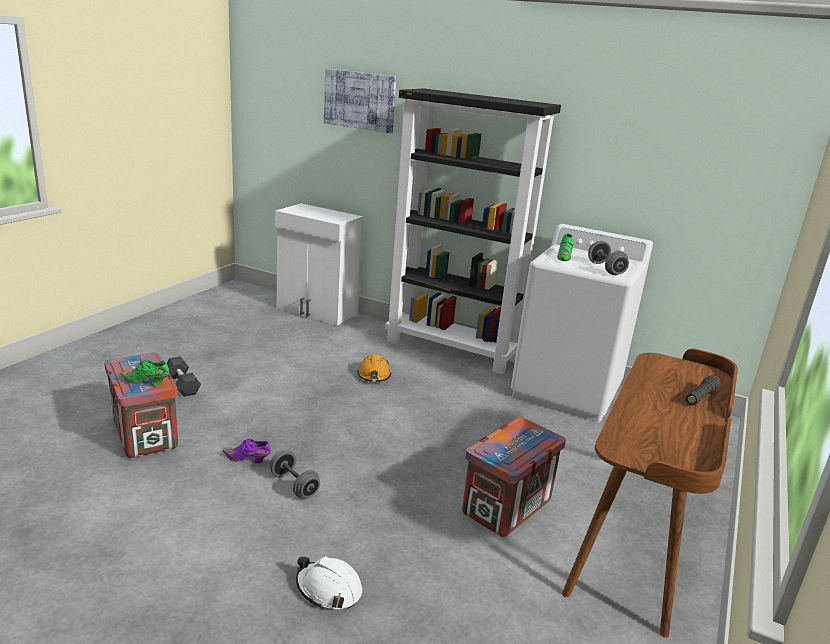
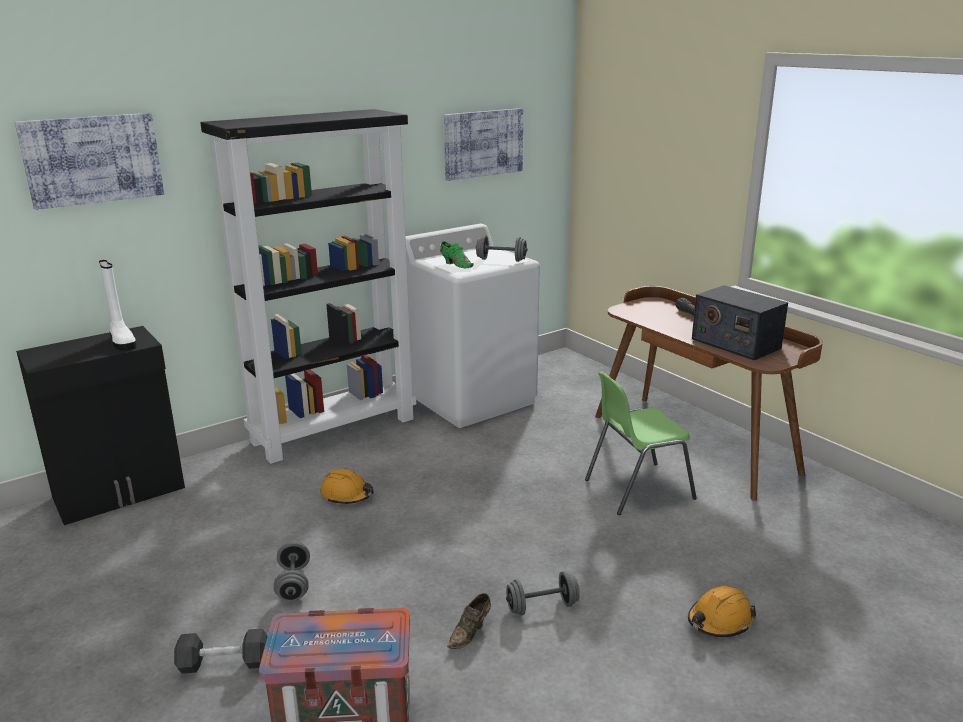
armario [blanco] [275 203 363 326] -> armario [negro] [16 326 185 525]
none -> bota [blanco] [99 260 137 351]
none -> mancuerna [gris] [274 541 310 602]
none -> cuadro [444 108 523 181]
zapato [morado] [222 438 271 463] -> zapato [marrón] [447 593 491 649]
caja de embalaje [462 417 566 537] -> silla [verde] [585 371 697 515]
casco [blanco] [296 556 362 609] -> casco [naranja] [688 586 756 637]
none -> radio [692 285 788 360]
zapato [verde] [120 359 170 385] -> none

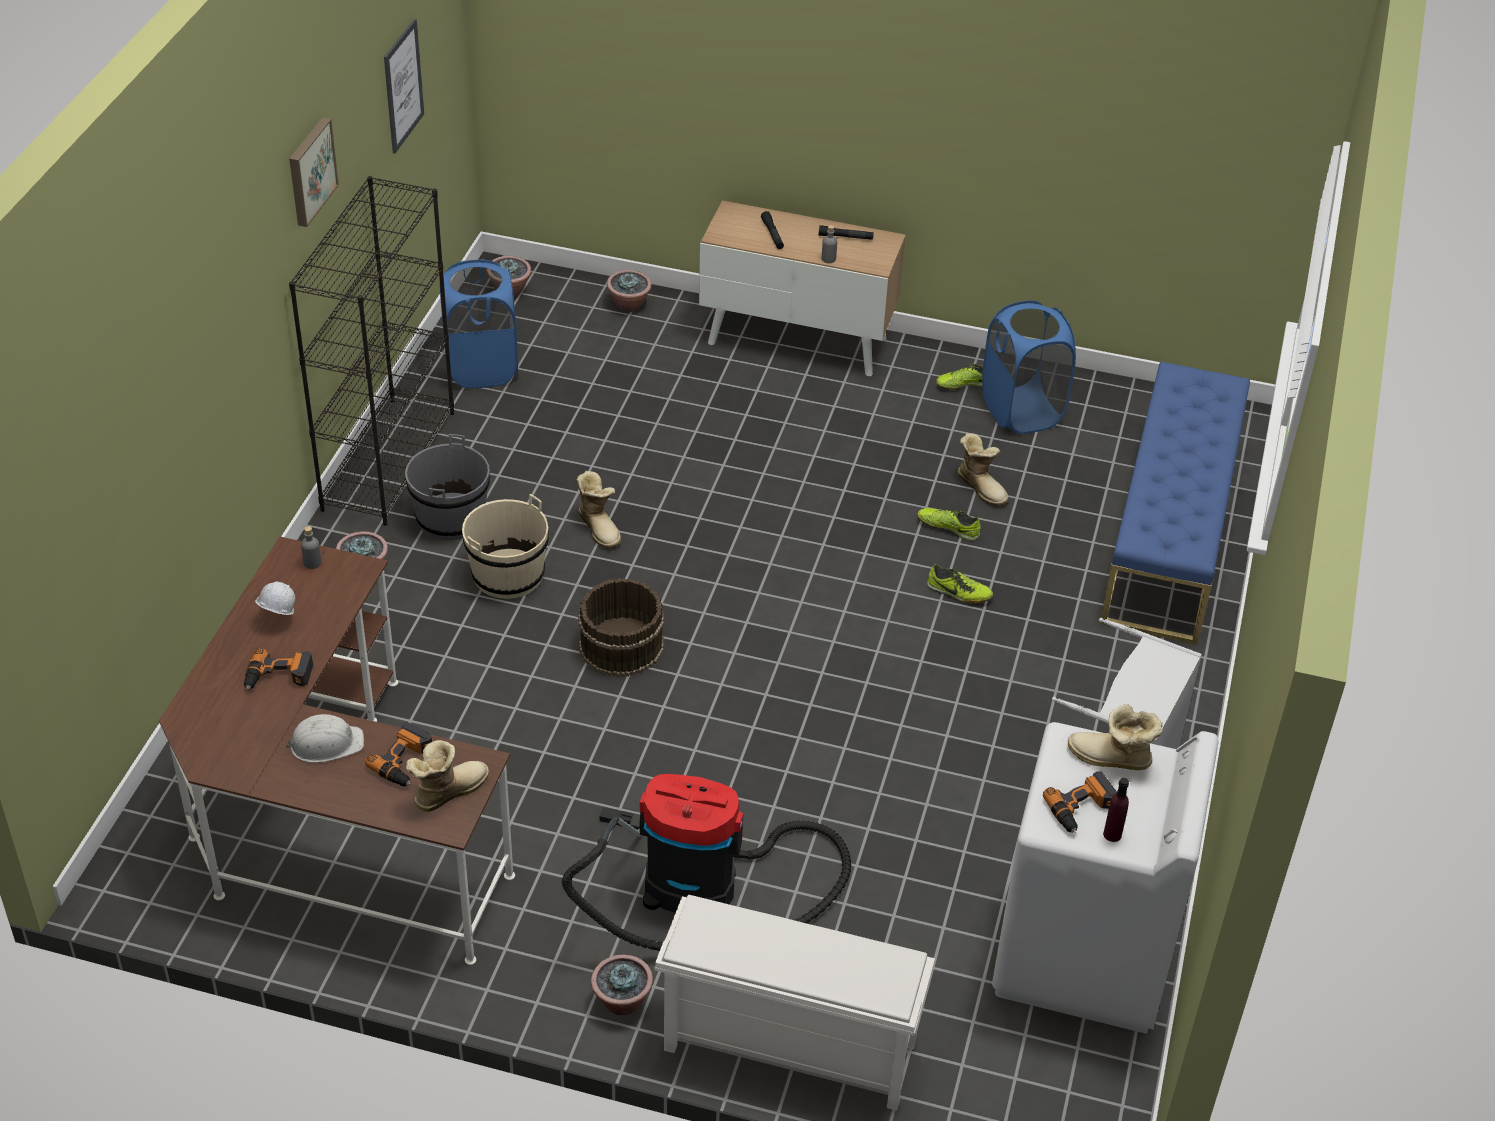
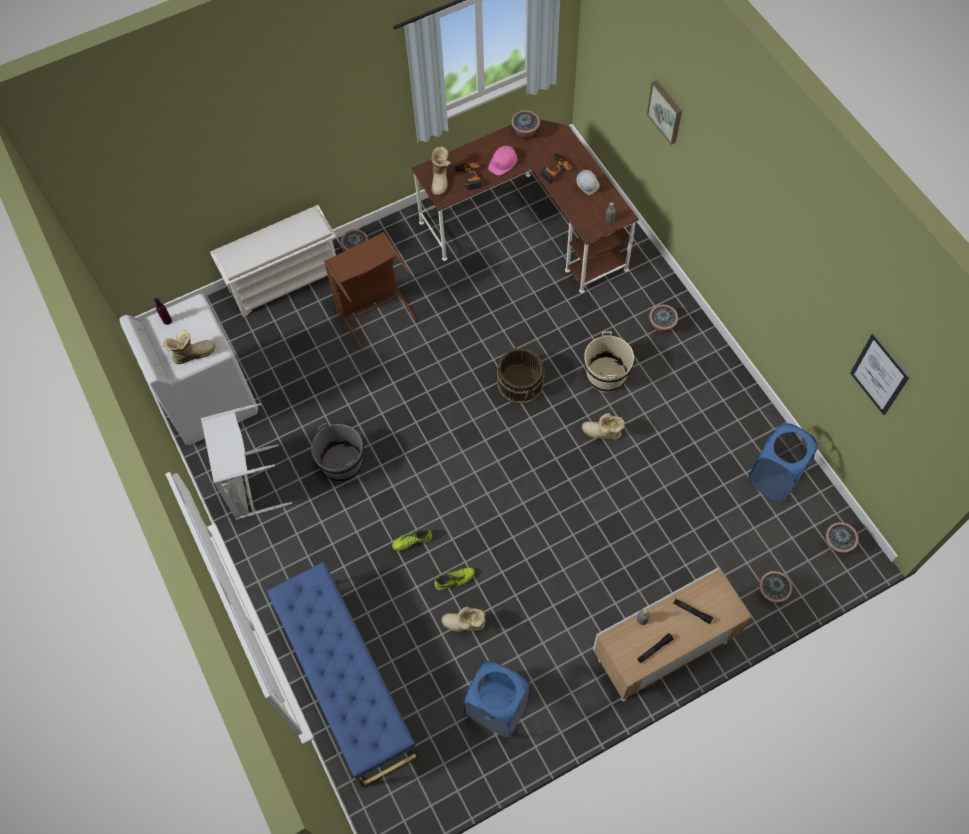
cubo [gris] [405 434 490 540] -> cubo [gris] [311 423 363 482], move
aspiradora [562 774 851 951] -> cesto de la ropa [marrón] [324 232 417 348]
casco [blanco] [285 714 364 763] -> casco [rosa] [488 146 517 175]
none -> planta en maceta [511 110 540 139]
cuadro [289 117 339 227] -> cuadro [647 80 682 145], move
estantería [negro] [289 176 454 526] -> none
zapato [936 364 983 390] -> none
taladro [1043 771 1117 833] -> none

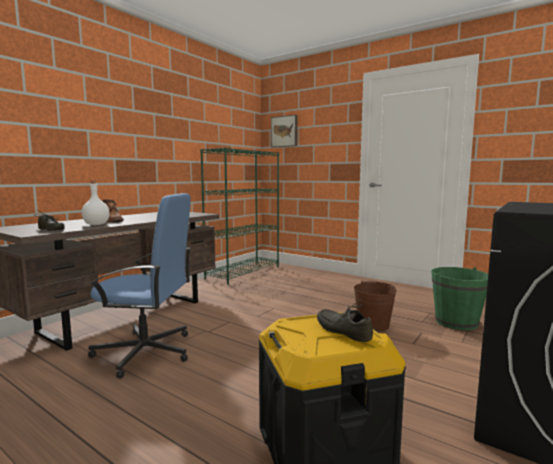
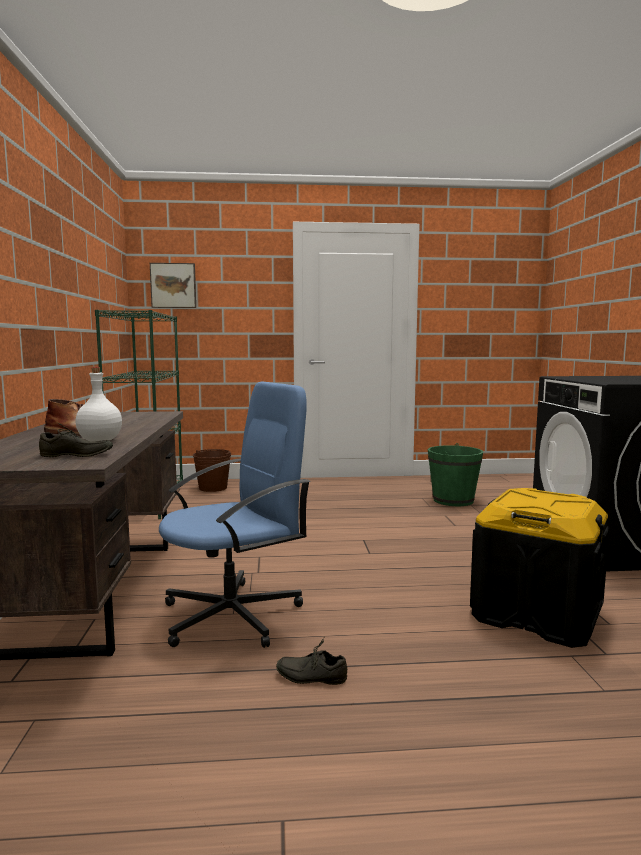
cubo [marrón] [354 281 397 331] -> cubo [marrón] [193 449 231 492], move
zapato [gris] [317 299 373 342] -> zapato [gris] [276 636 347 685], move

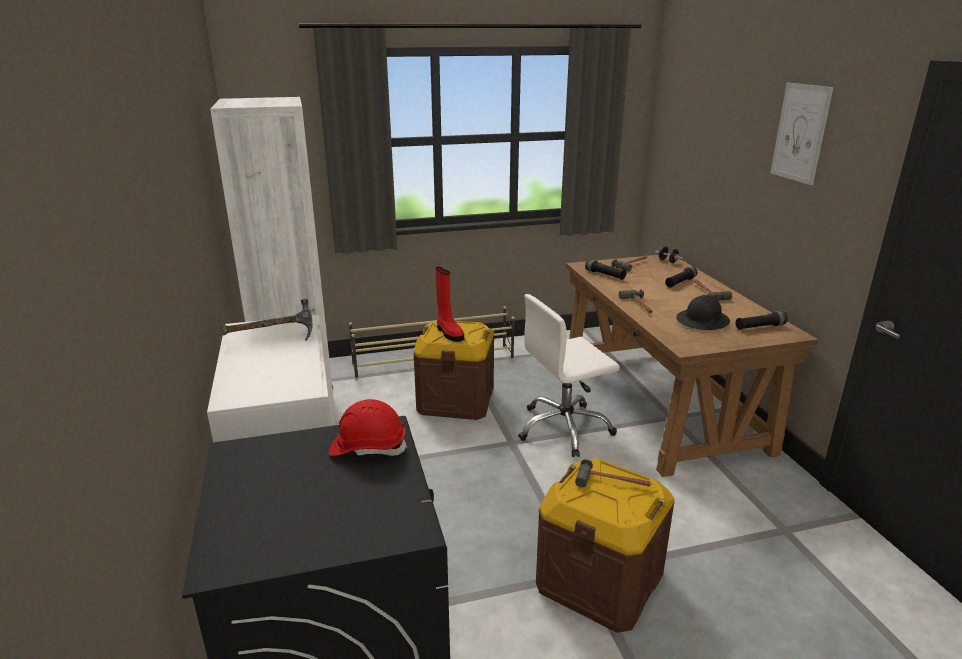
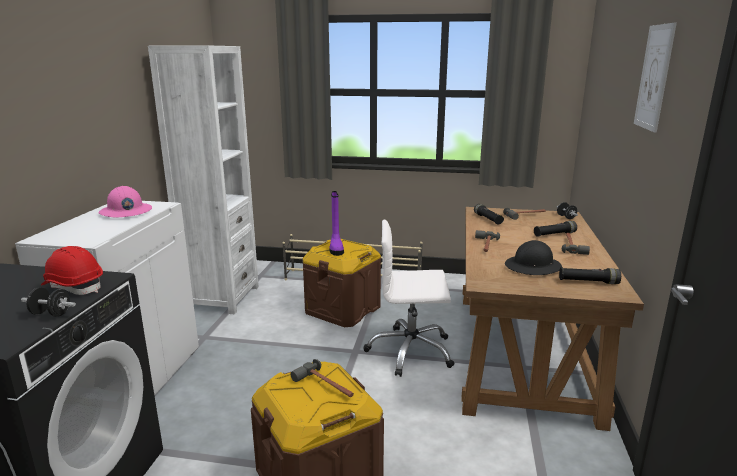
none -> mancuerna [negro] [21 287 76 317]
martillo [221 299 313 341] -> casco [rosa] [98 186 152 217]
bota [rojo] [436 267 464 342] -> bota [morado] [330 191 344 256]

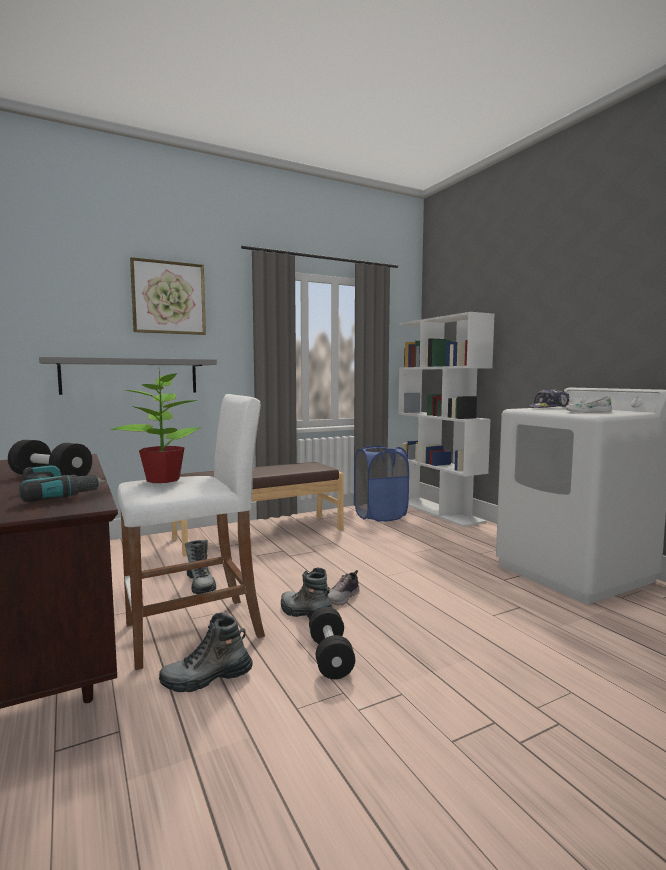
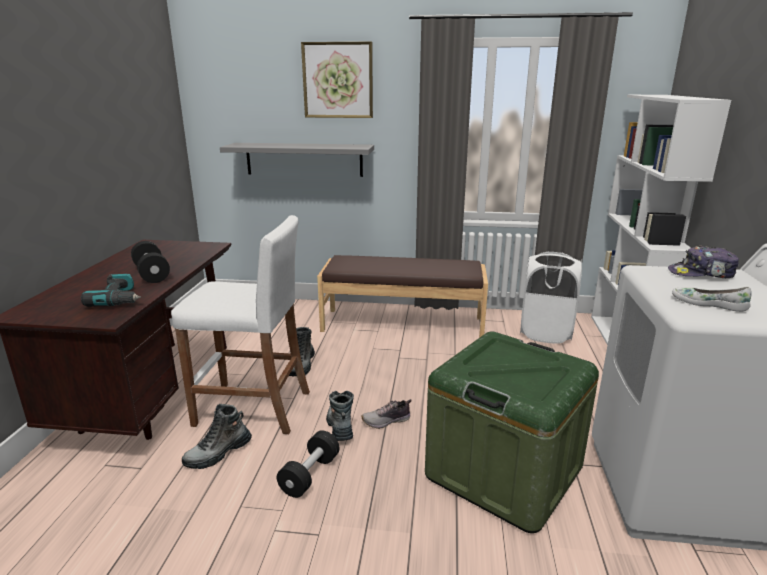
bota [159 613 253 692] -> bota [182 404 252 469], 60 degrees counterclockwise
none -> caja de almacenaje [verde] [425 331 599 533]
cesto de la ropa [azul] [354 445 409 522] -> cesto de la ropa [blanco] [520 252 582 344]
planta en maceta [110 371 202 483] -> none

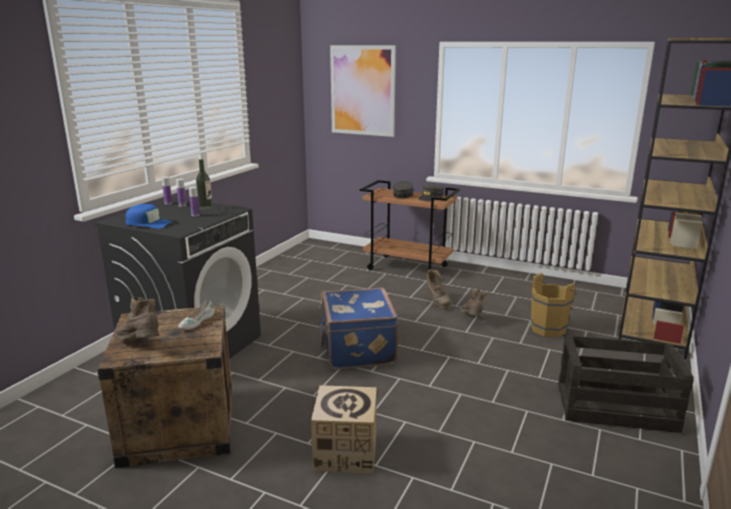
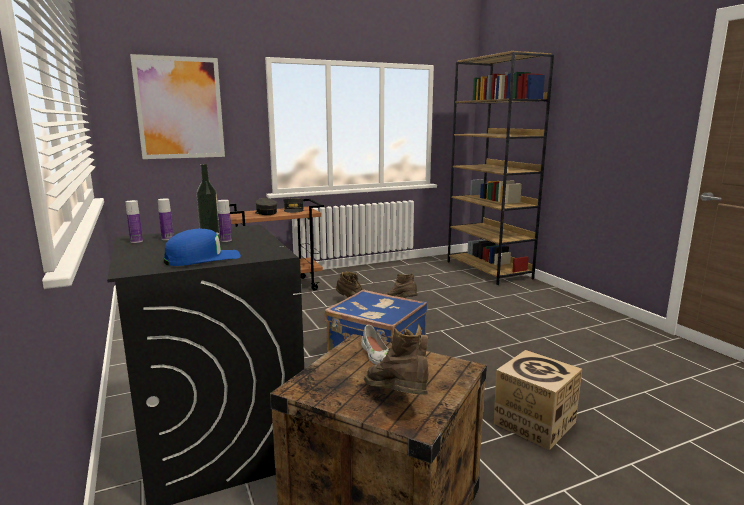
bota [marrón] [114 297 159 340] -> bota [marrón] [364 328 429 395], 75 degrees clockwise
cubo [marrón] [530 273 577 337] -> none
caja de embalaje [558 335 694 433] -> none

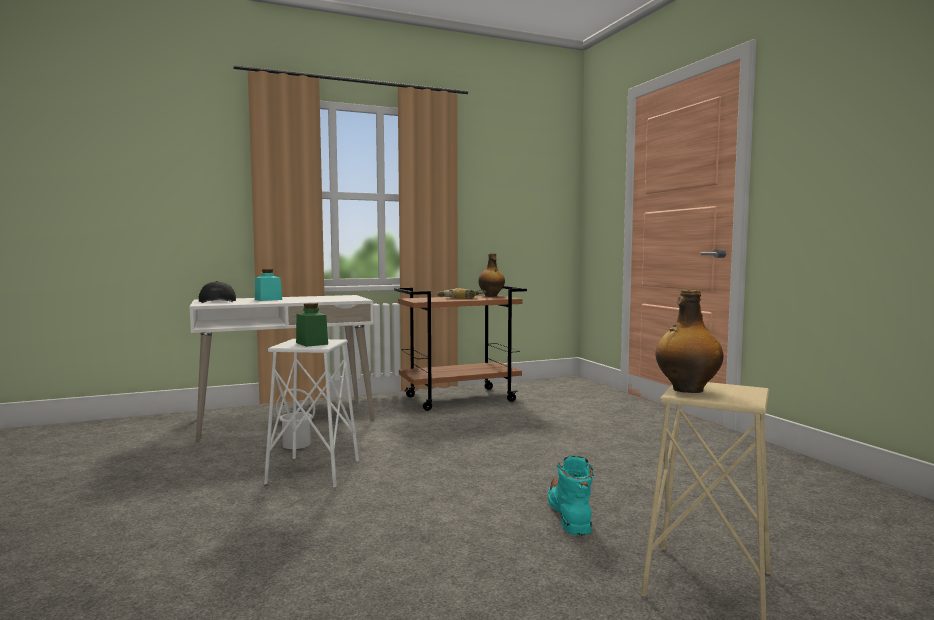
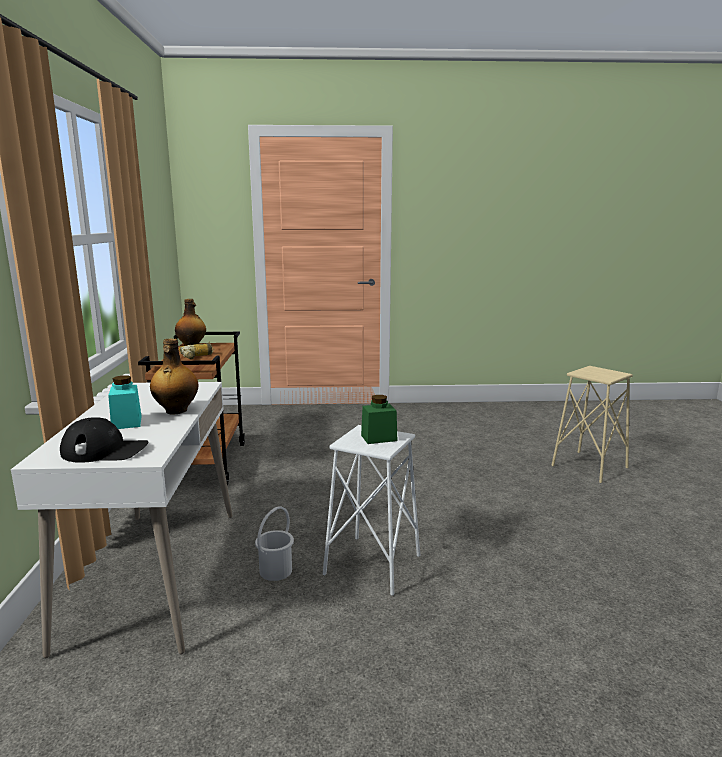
botella [655 289 724 393] -> botella [150 339 198 415], move
bota [turquesa] [548 456 594 536] -> none

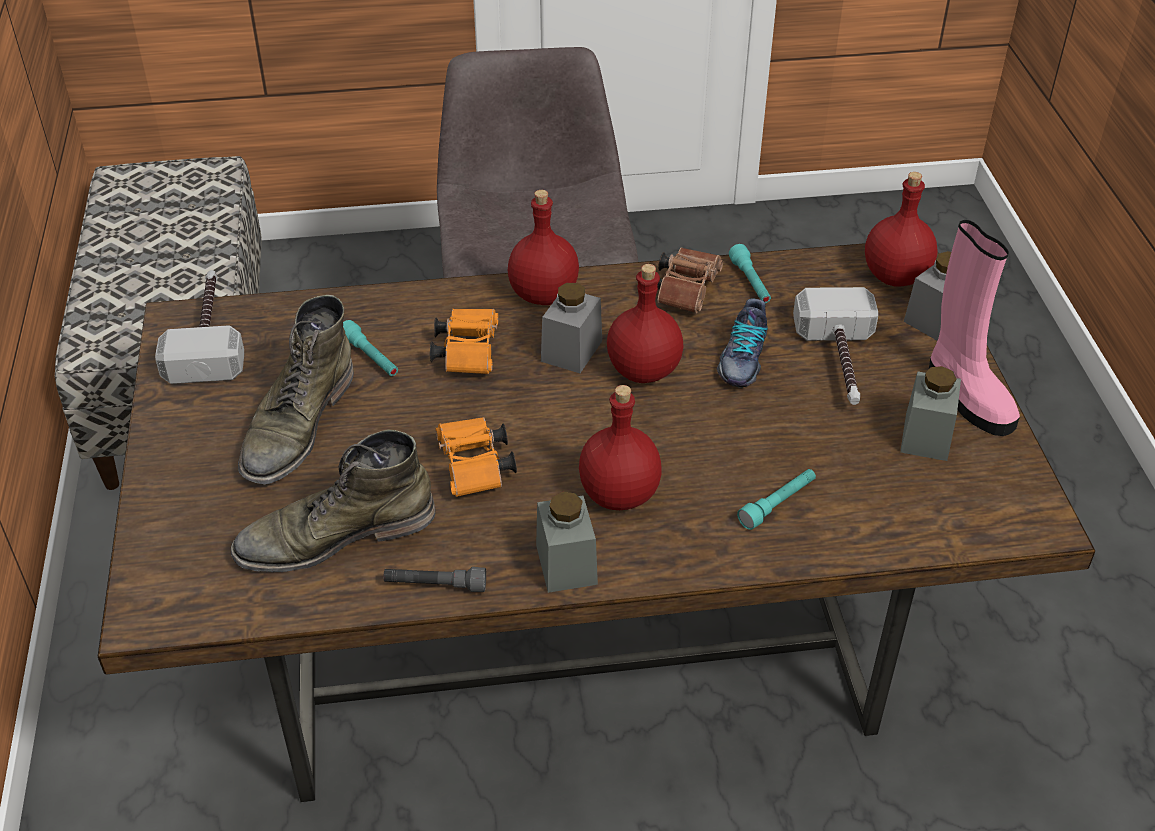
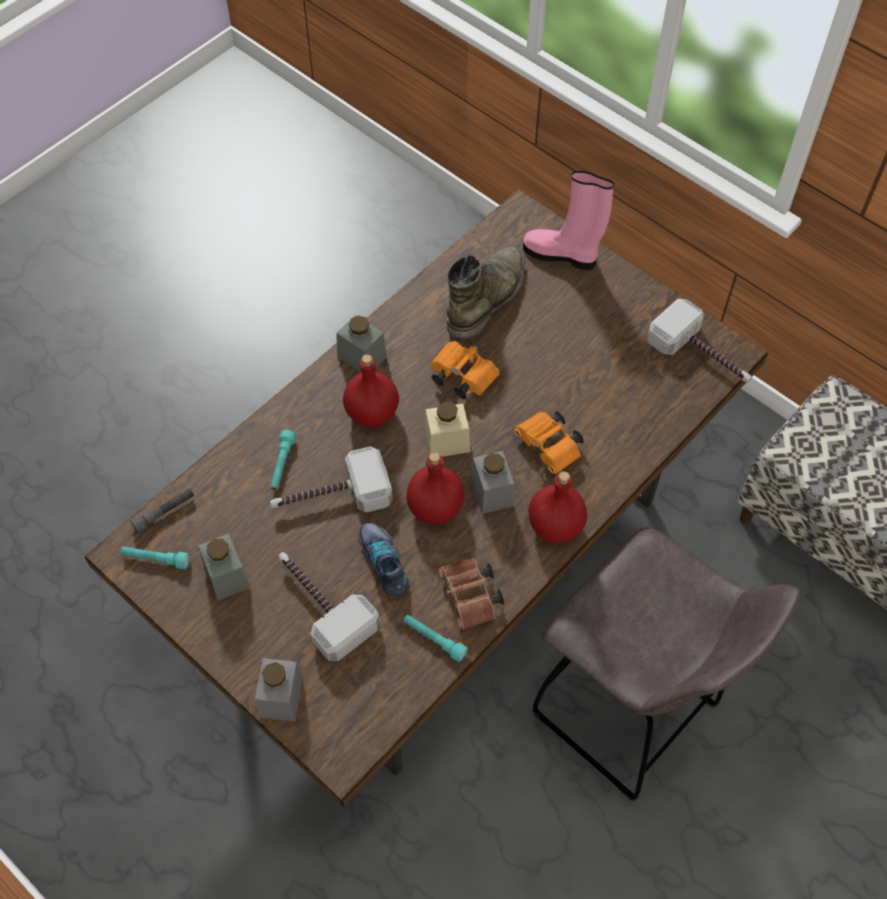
linterna [turquesa] [343 320 398 376] -> linterna [turquesa] [121 546 190 569], move
linterna [gris] [384 567 486 592] -> linterna [gris] [130 489 194 534], move
none -> martillo [270 446 393 512]
none -> tarro [beis] [424 401 470 457]
bota [rosa] [929 220 1020 436] -> bota [rosa] [523 171 614 270], move
bota [verde] [238 295 354 485] -> none
botella [rojo] [865 172 938 287] -> none

